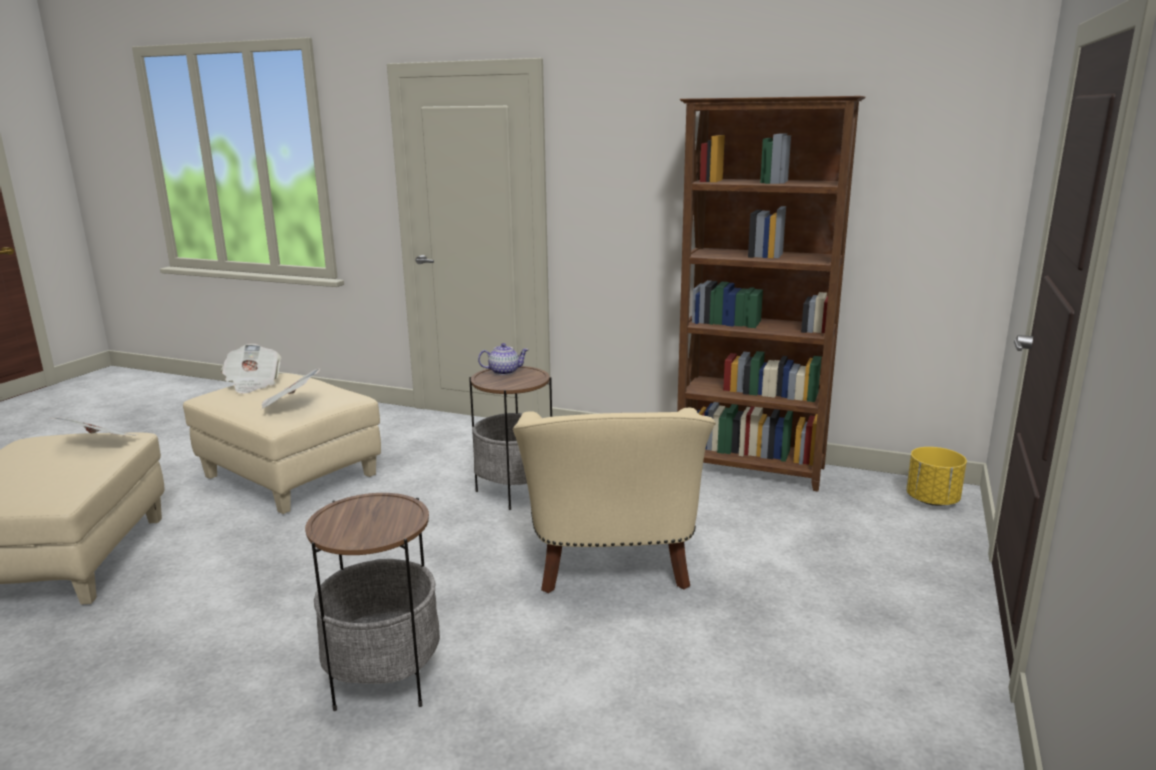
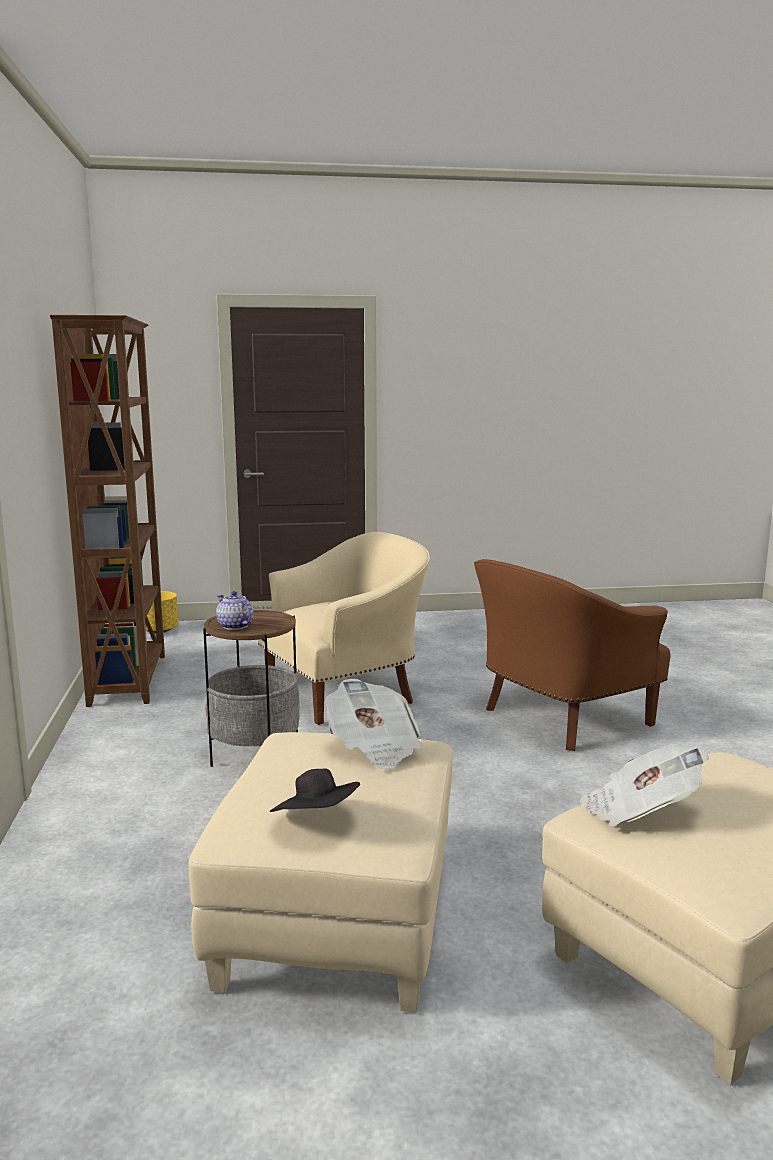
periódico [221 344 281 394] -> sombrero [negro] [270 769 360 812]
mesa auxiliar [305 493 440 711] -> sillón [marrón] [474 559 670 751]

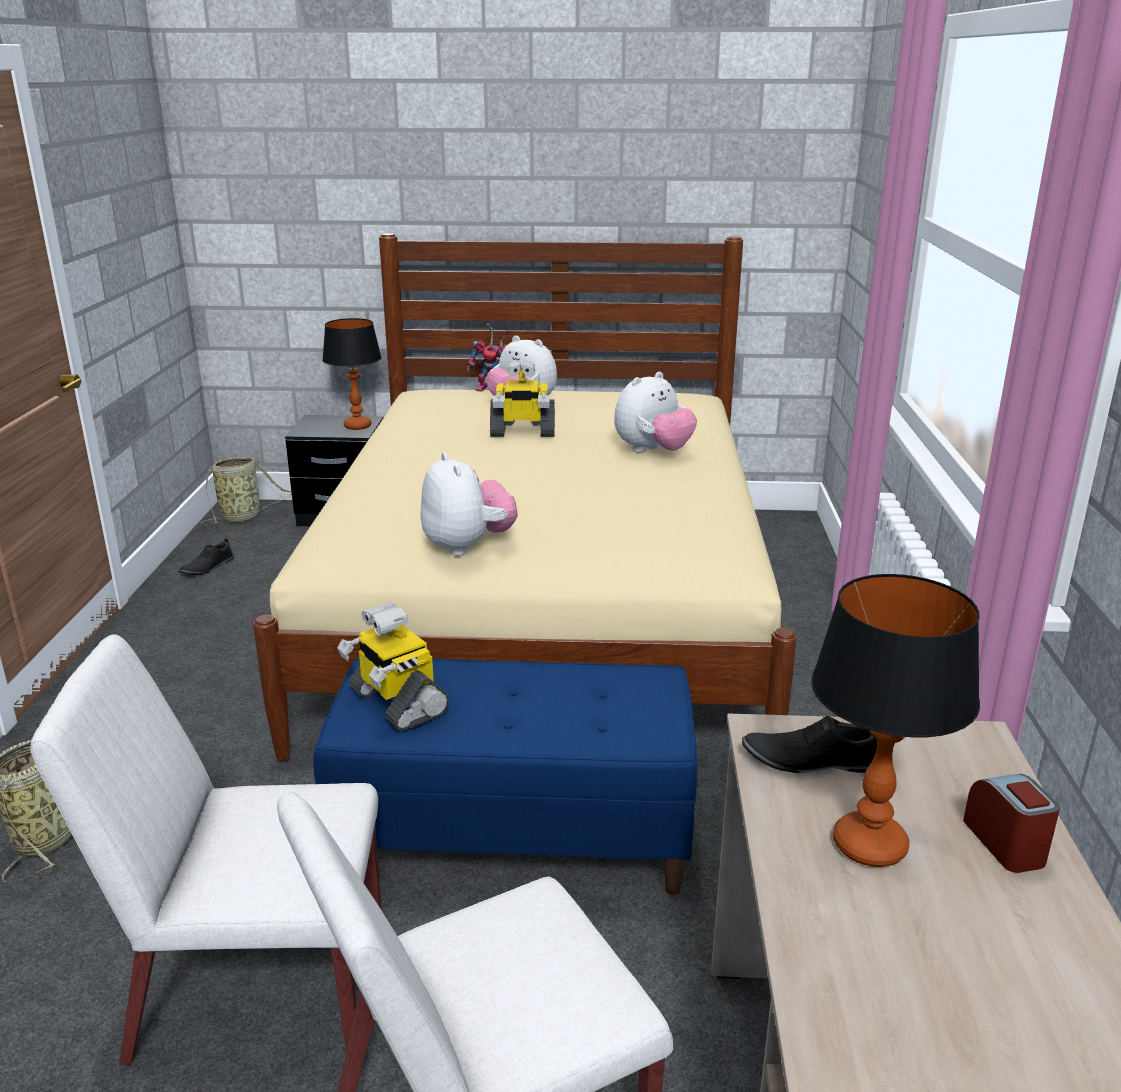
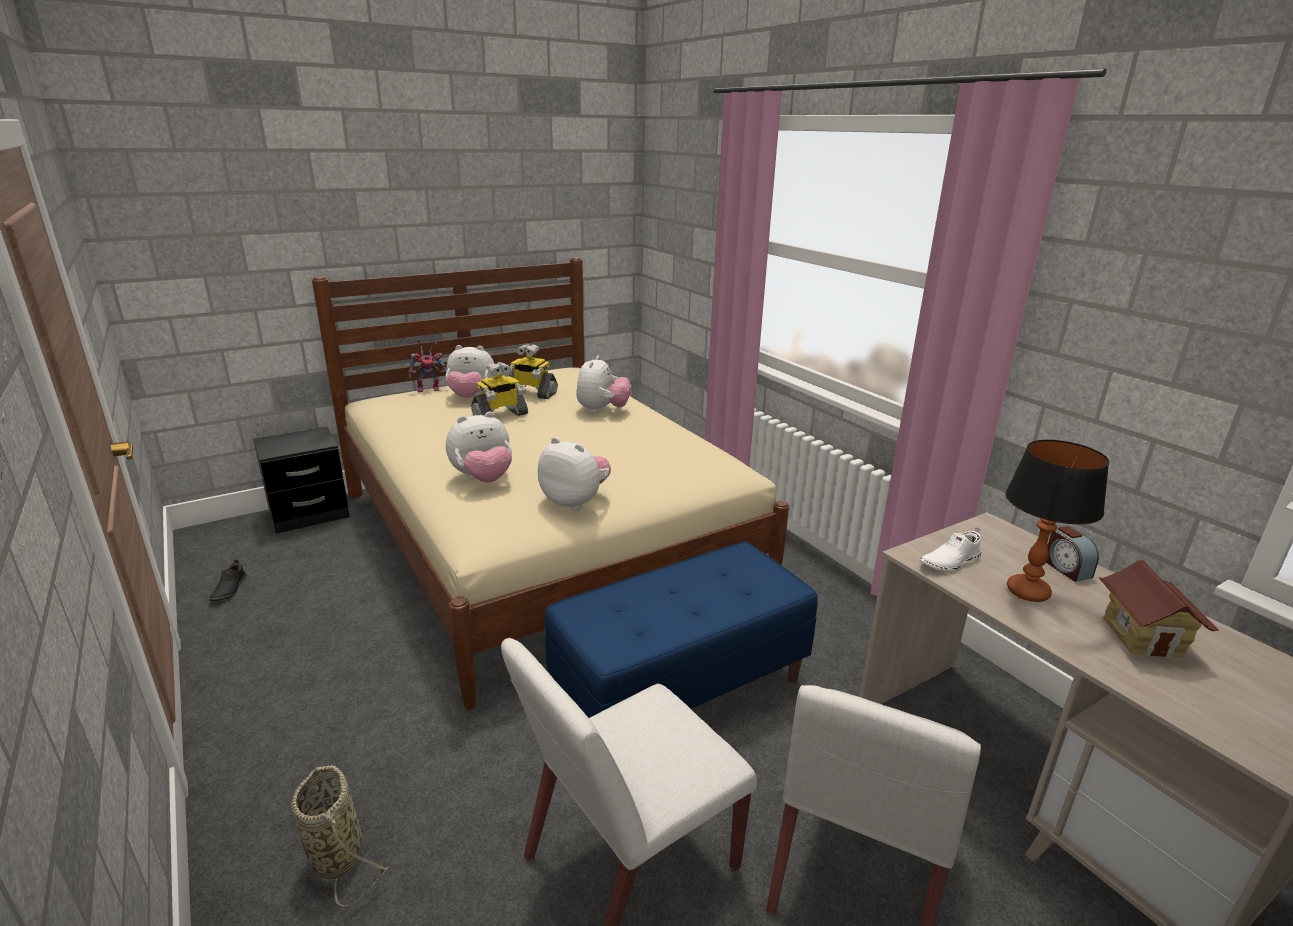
none -> peluche [446 411 512 483]
robot de juguete [337 603 449 731] -> robot de juguete [505 344 558 399], move
zapato [negro] [742 716 877 773] -> zapato [blanco] [920 528 981 571]
despertador [963 774 1060 873] -> despertador [1046 526 1099 582], 150 degrees counterclockwise
none -> casita [1098 560 1219 658]
cesta [201 457 292 524] -> none
lámpara de mesa [322 318 382 430] -> none

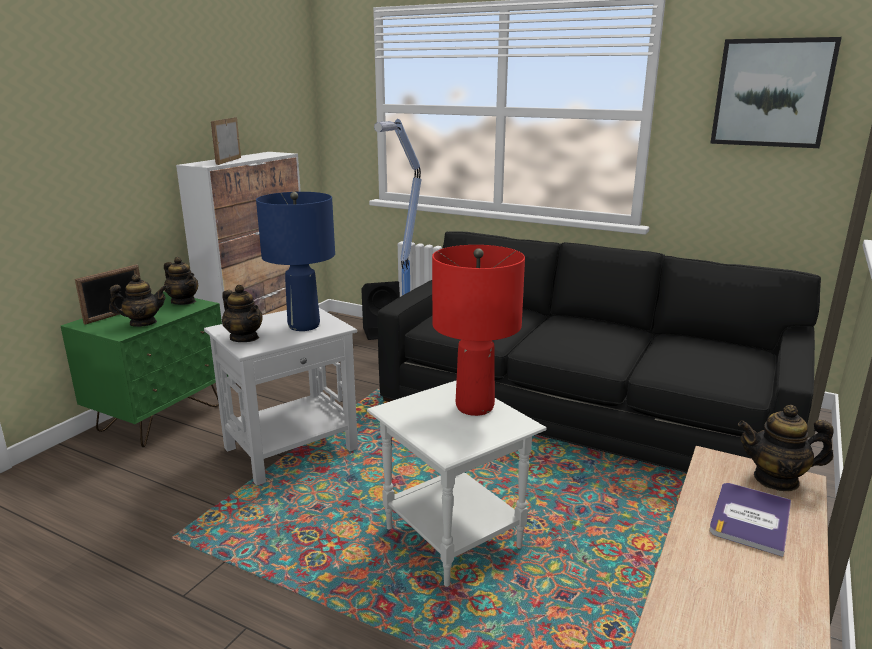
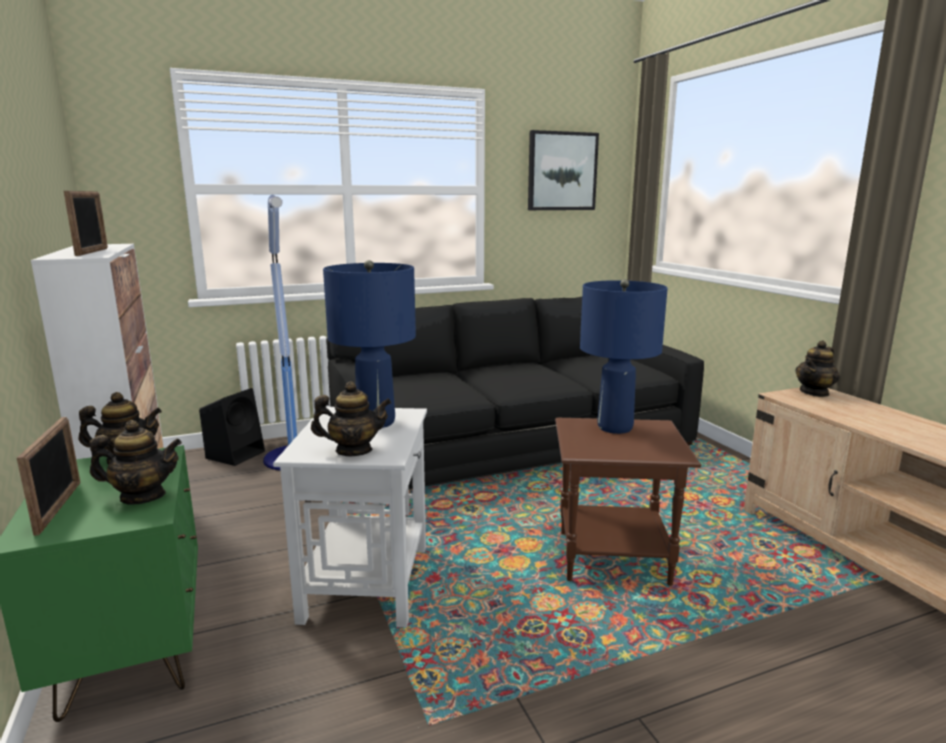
portarretratos [211 117 241 165] -> portarretratos [64 191 108 256], 150 degrees counterclockwise
tetera [109 274 168 327] -> tetera [90 420 182 505], 60 degrees clockwise
mesa auxiliar [blanco] [367 380 547 587] -> mesa auxiliar [marrón] [555 418 701 586]
lámpara de mesa [rojo] [432 245 525 416] -> lámpara de mesa [azul] [580 279 668 434]
libro [709 483 791 557] -> none

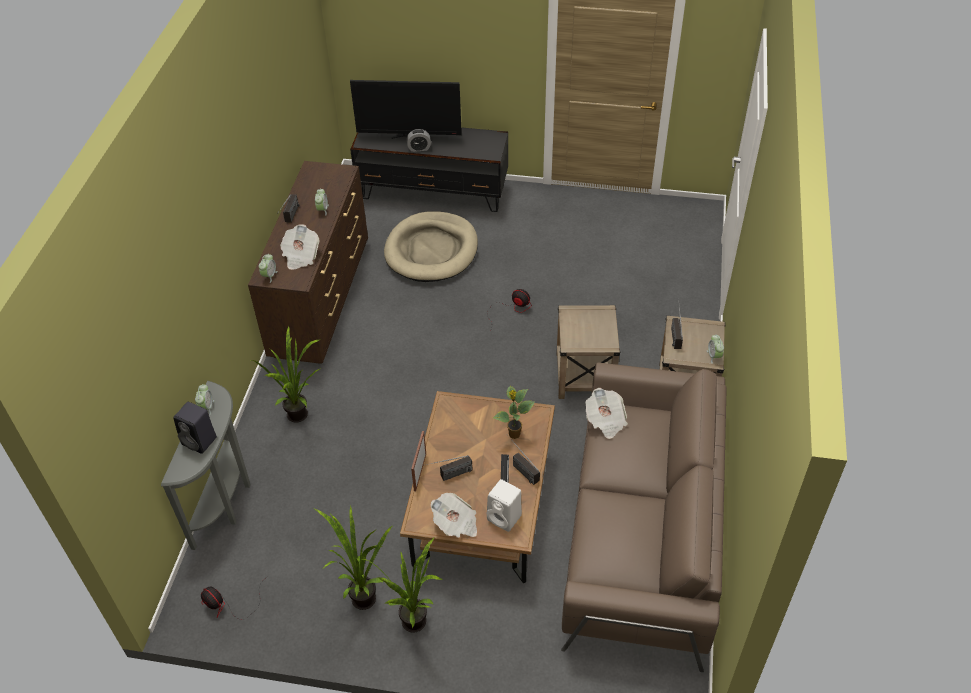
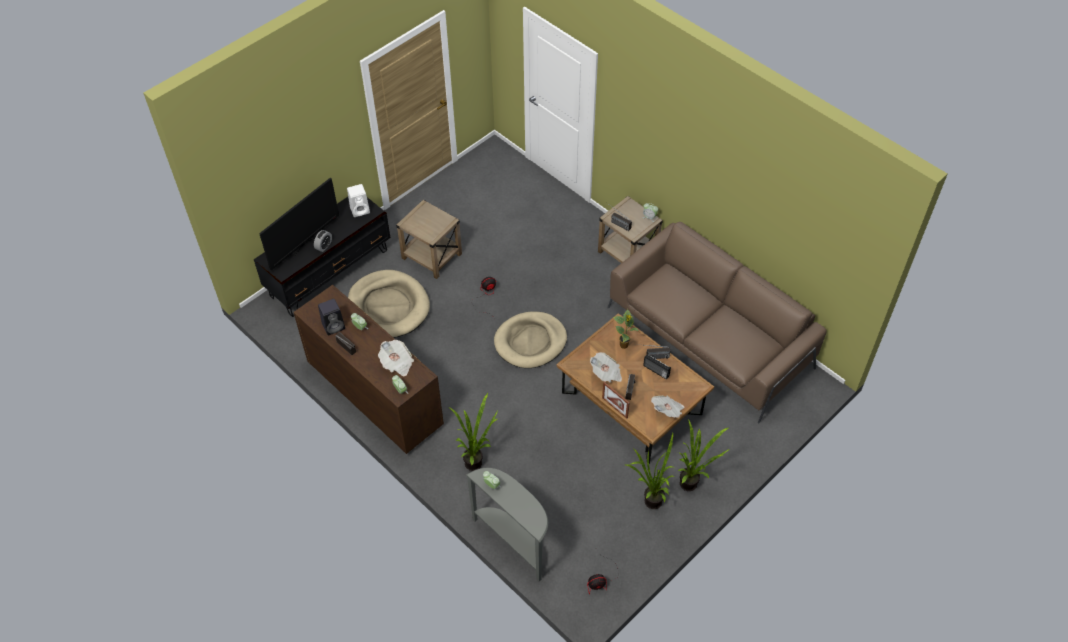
altavoz [negro] [173 402 217 454] -> altavoz [negro] [318 299 345 335], move
altavoz [blanco] [486 479 522 532] -> altavoz [blanco] [347 184 370 217], move
mesa auxiliar [beis] [556 305 621 399] -> mesa auxiliar [beis] [396 200 462 279], move
none -> cama para perro [beis] [494 312 567 368]
periódico [585 388 628 439] -> periódico [590 352 622 383], move

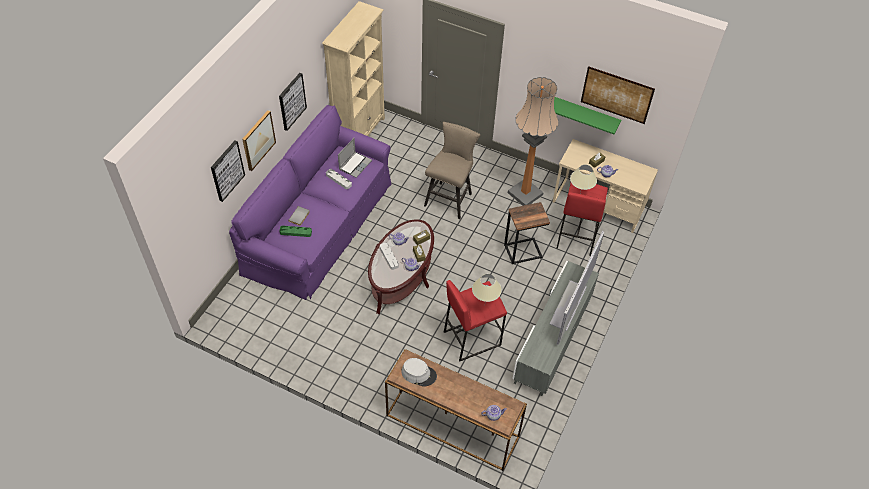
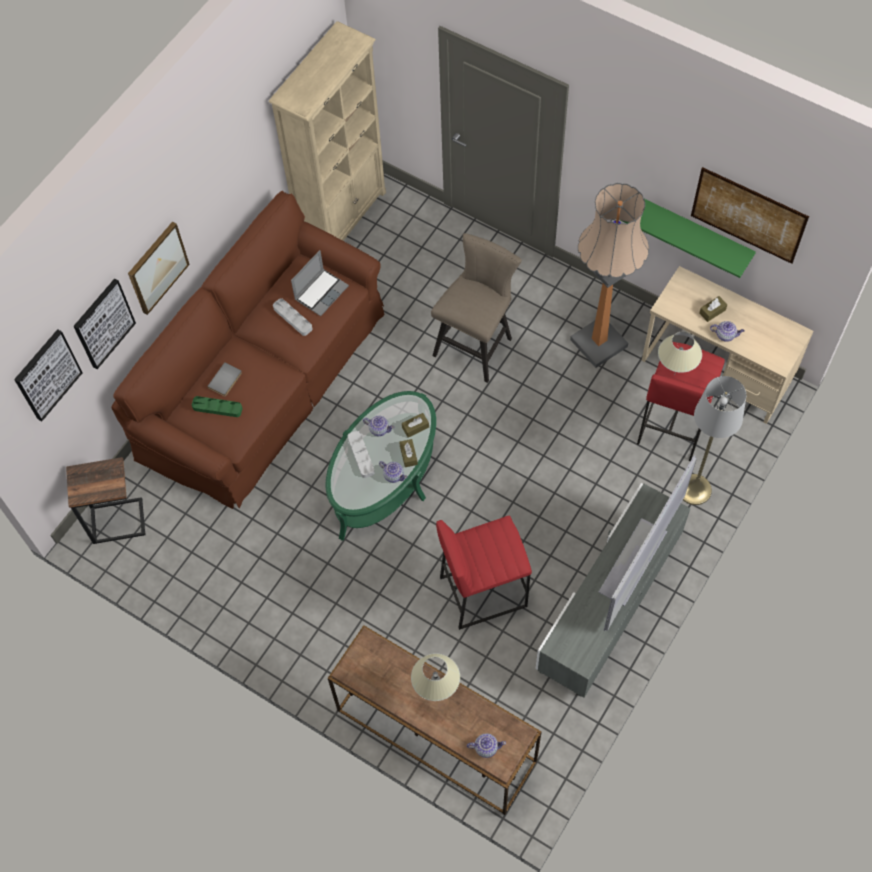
cuadro [279 73 307 131] -> cuadro [14 329 82 421], move
mesa auxiliar [504 202 550 264] -> mesa auxiliar [66 457 146 544], move
sofá [morado] [229 105 391 300] -> sofá [marrón] [111 191 384 509]
mesa de centro [marrón] [368 219 434 314] -> mesa de centro [verde] [326 391 436 541]
lámpara de mesa [beis] [472 274 502 302] -> lámpara de mesa [beis] [411 653 460 701], move
none -> lámpara de pie [gris] [683 376 746 505]
sombrero [gris] [401 358 437 386] -> none

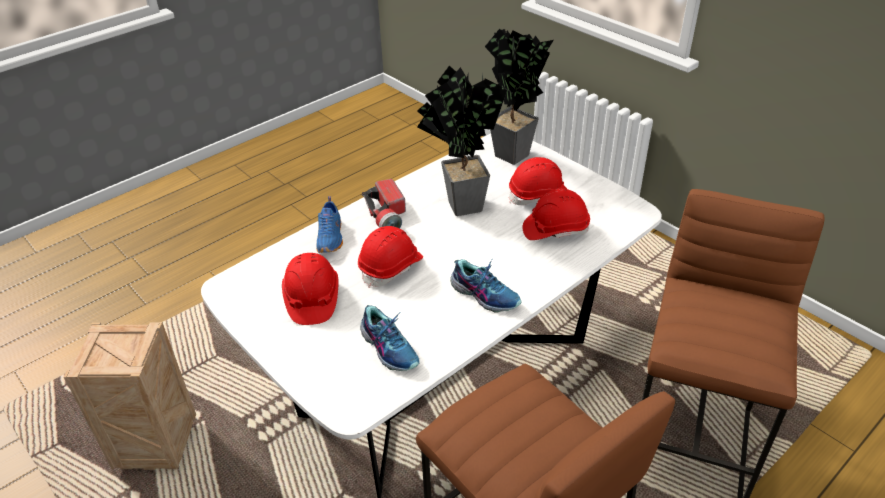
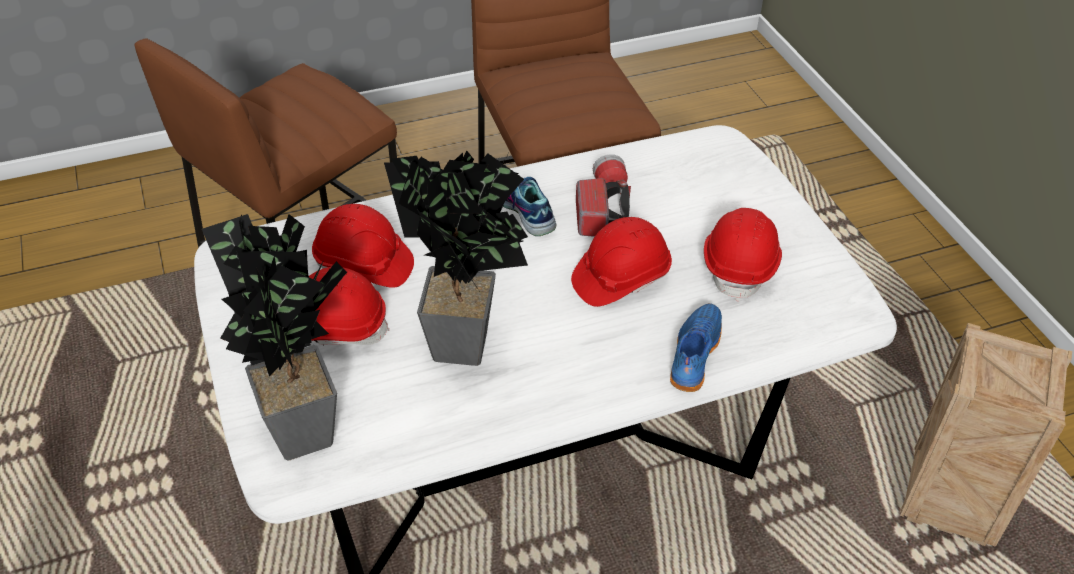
linterna [362 179 406 228] -> linterna [576 154 631 237], move
zapato [360 305 420 371] -> none

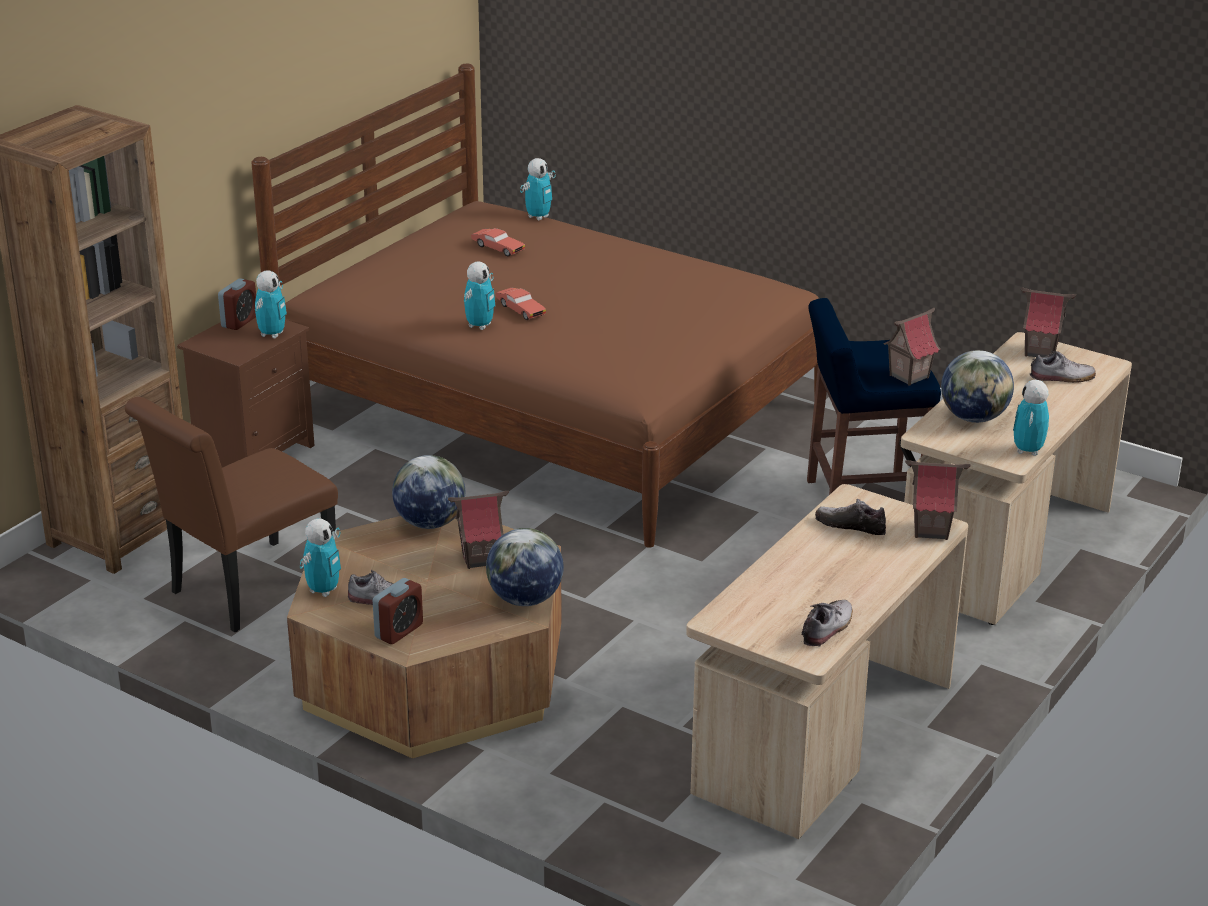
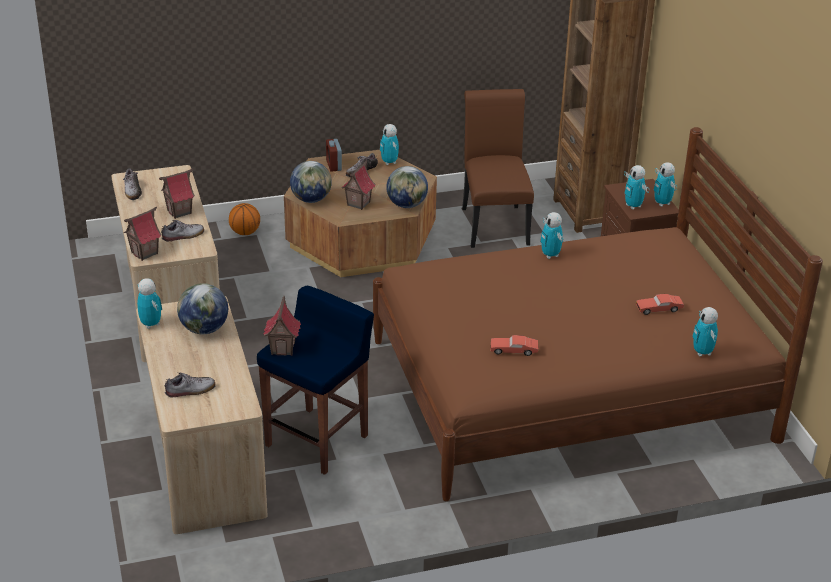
casita [1020 287 1076 357] -> casita [159 169 195 219], move
zapato [1030 350 1096 383] -> zapato [165 372 215 398], 150 degrees counterclockwise
none -> balón de baloncesto [229 203 260 235]
coche de juguete [rojo] [495 288 546 320] -> coche de juguete [rojo] [491 335 538 356], move
despertador [218 278 256 330] -> robot de juguete [654 162 677 207]

